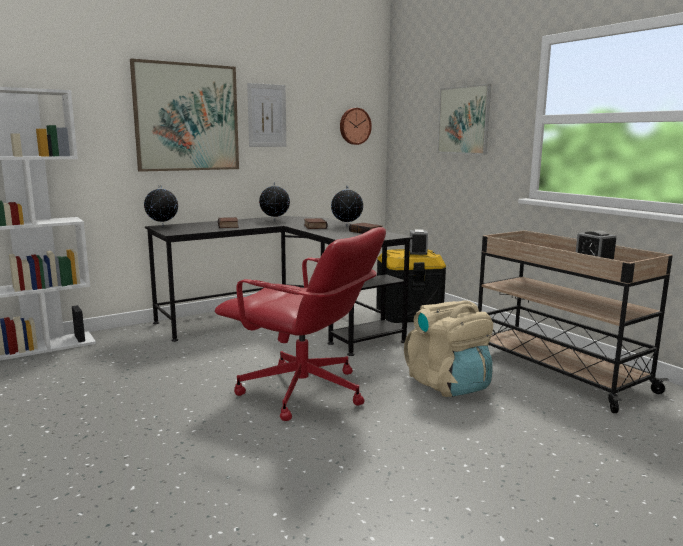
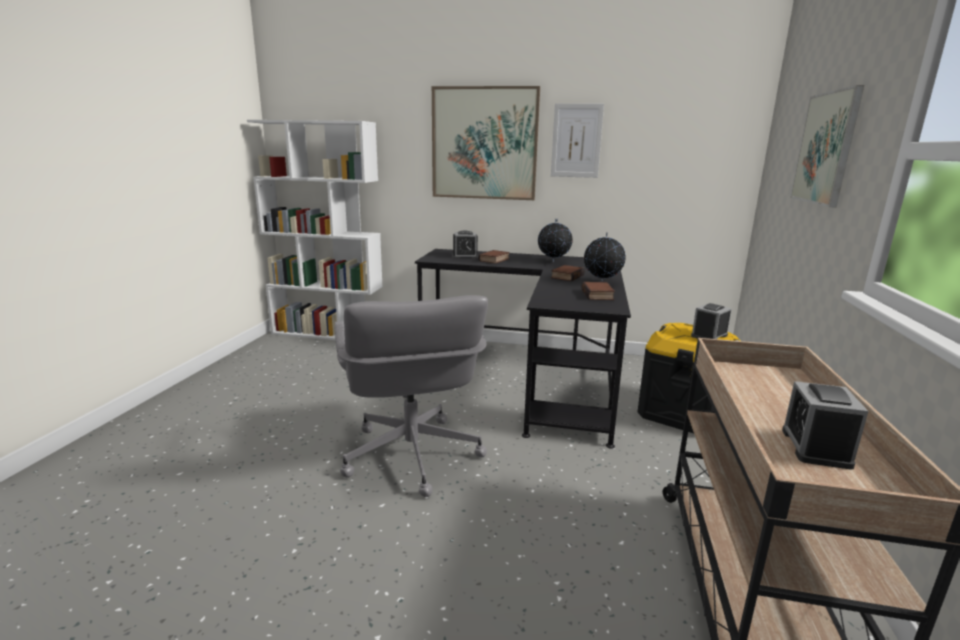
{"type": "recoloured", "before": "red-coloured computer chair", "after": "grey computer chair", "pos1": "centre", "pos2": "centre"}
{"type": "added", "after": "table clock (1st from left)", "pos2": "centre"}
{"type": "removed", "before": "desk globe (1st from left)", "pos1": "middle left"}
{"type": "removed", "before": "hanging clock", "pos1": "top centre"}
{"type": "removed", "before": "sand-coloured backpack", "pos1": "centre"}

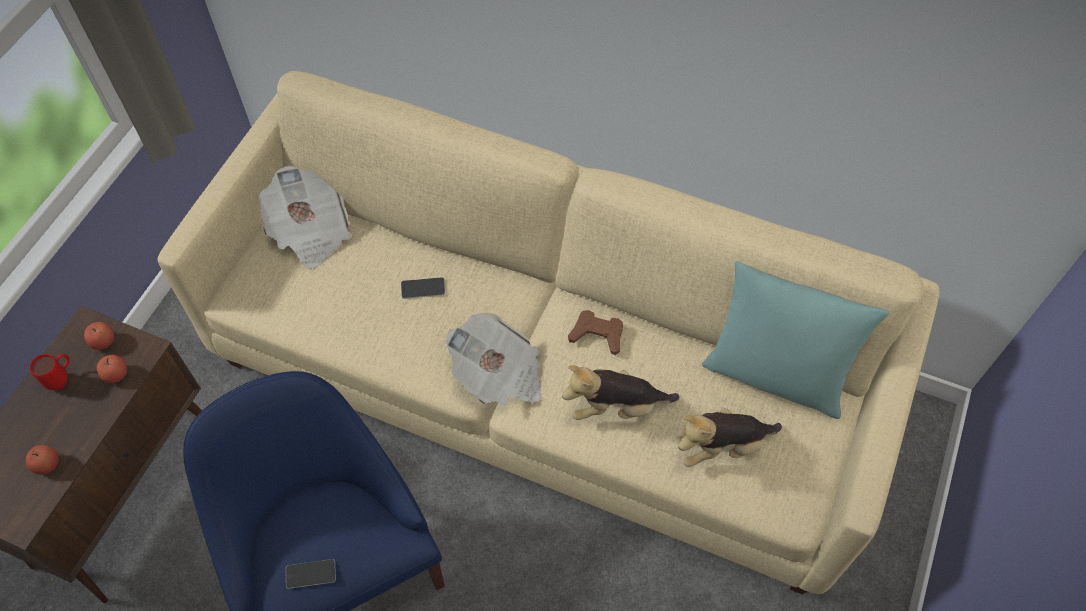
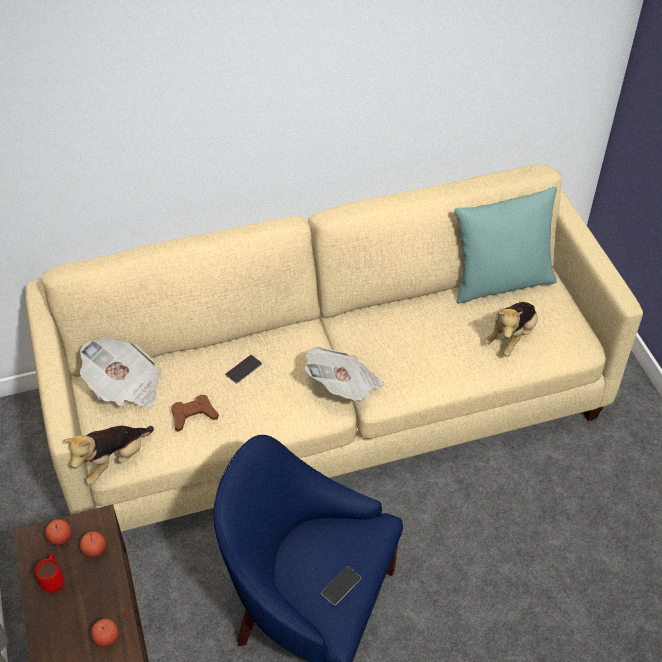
{"type": "moved", "before": "cuddly toy (1st from left)", "pos1": "centre", "pos2": "bottom left"}
{"type": "moved", "before": "brown gamepad", "pos1": "centre", "pos2": "middle left"}

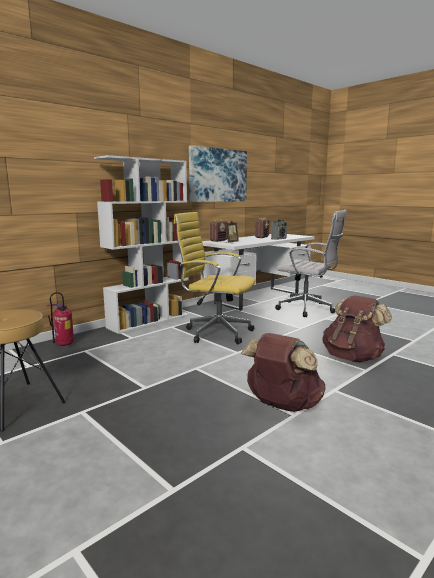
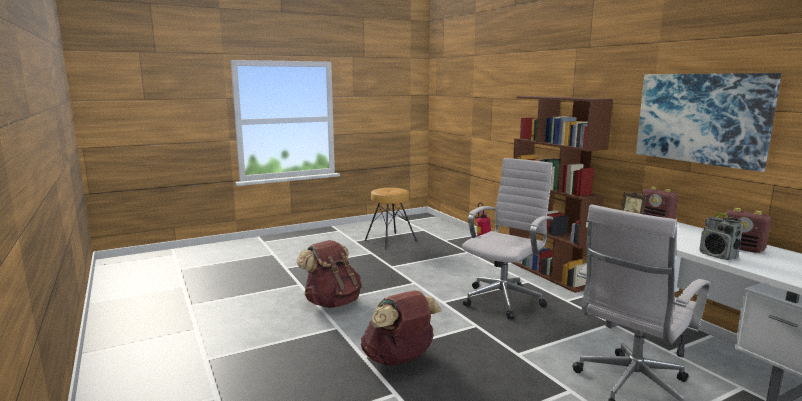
{"type": "recoloured", "before": "yellowish computer chair", "after": "white-coloured computer chair (1st from left)", "pos1": "centre", "pos2": "centre"}
{"type": "recoloured", "before": "white-coloured shelving unit", "after": "brown shelving unit", "pos1": "middle left", "pos2": "middle right"}

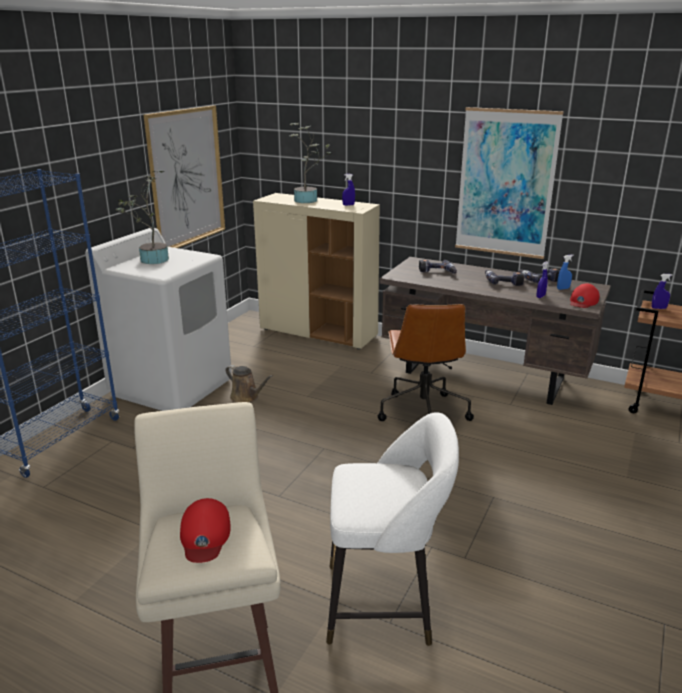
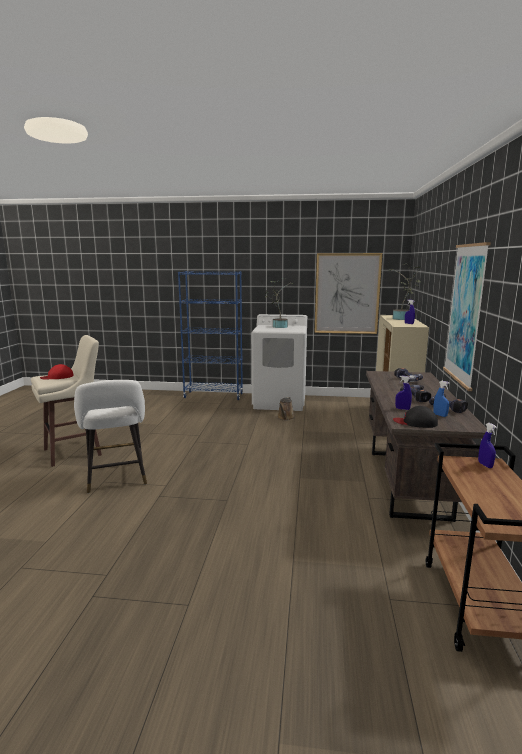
{"type": "recoloured", "before": "red-coloured cap (2nd from left)", "after": "black-coloured cap", "pos1": "middle right", "pos2": "middle right"}
{"type": "removed", "before": "brown computer chair", "pos1": "centre"}

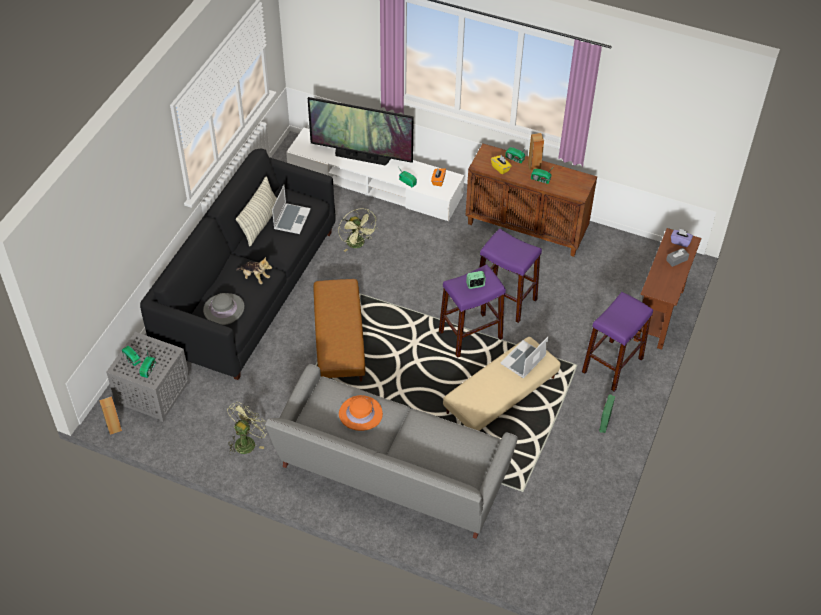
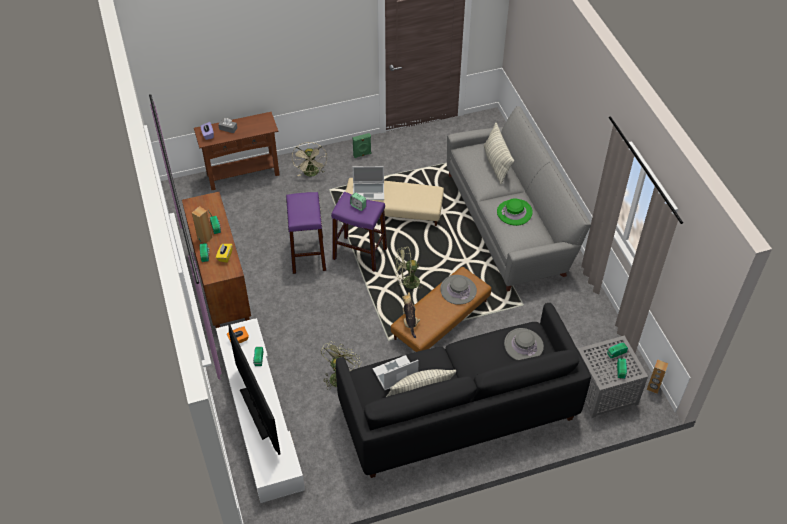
{"type": "replaced", "before": "purple-coloured stool seat (3rd from left)", "after": "sand-coloured electric fan", "pos1": "middle right", "pos2": "top centre"}
{"type": "moved", "before": "greenish electric fan (1st from left in the first image)", "after": "greenish electric fan (2nd from left)", "pos1": "bottom left", "pos2": "centre"}
{"type": "moved", "before": "cuddly toy", "pos1": "middle left", "pos2": "centre"}
{"type": "added", "after": "grey clothing hat (1st from left)", "pos2": "centre"}
{"type": "added", "after": "cushion (2nd from left)", "pos2": "top centre"}
{"type": "recoloured", "before": "orange clothing hat", "after": "greenish clothing hat", "pos1": "bottom centre", "pos2": "centre"}

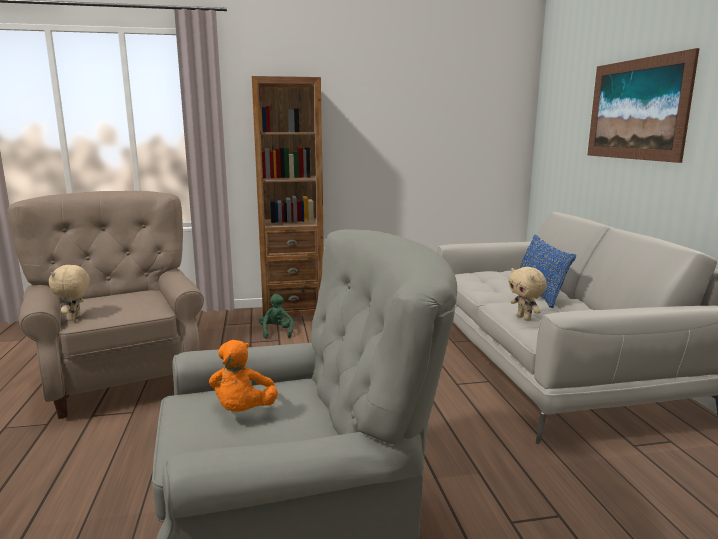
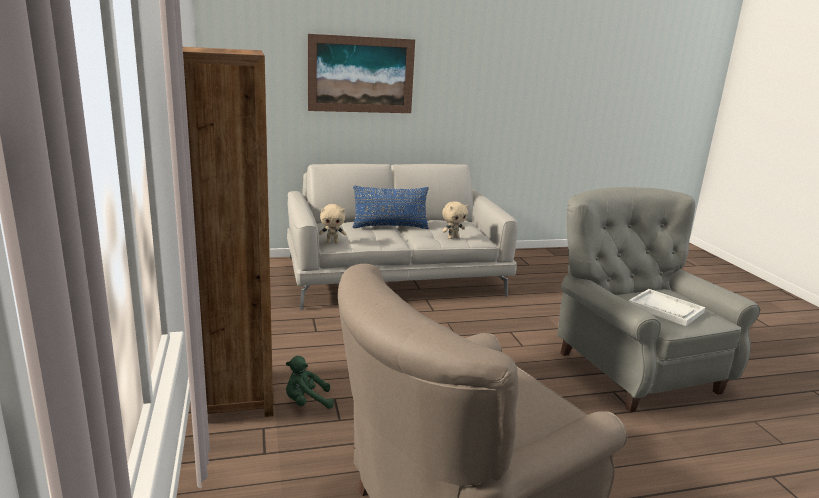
{"type": "moved", "before": "sand-coloured cuddly toy (1st from left)", "pos1": "middle left", "pos2": "centre"}
{"type": "replaced", "before": "orange cuddly toy", "after": "white-coloured tray", "pos1": "bottom centre", "pos2": "middle right"}

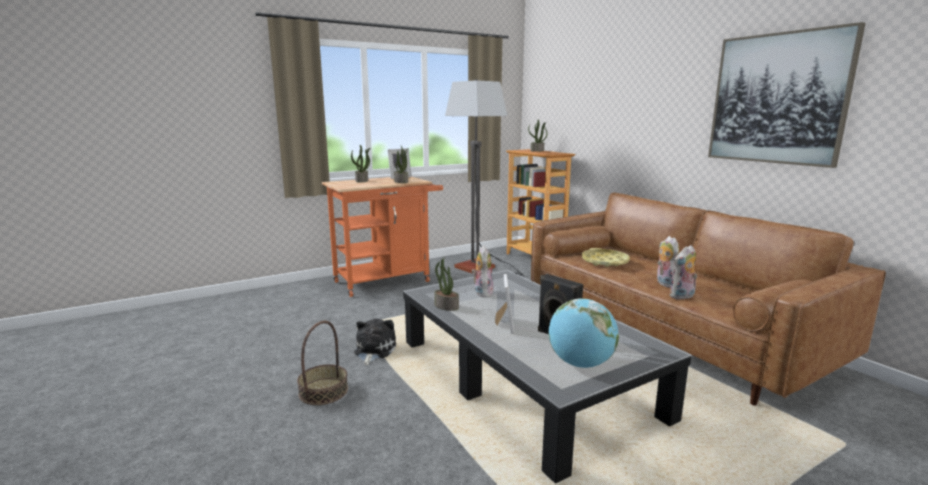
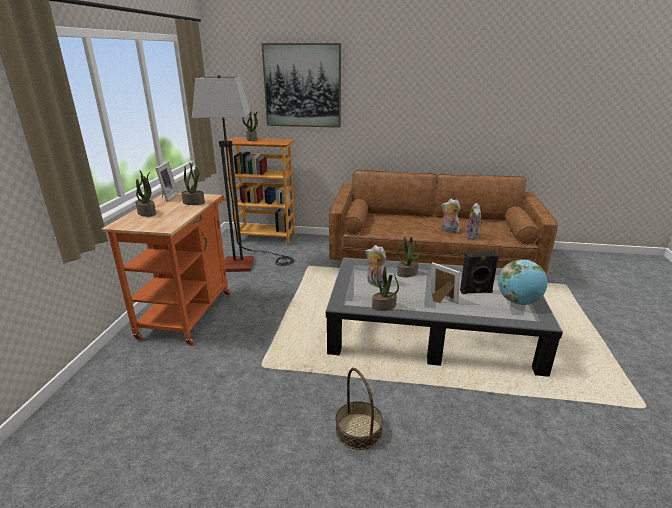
{"type": "moved", "before": "wall art", "pos1": "top right", "pos2": "top centre"}
{"type": "added", "after": "potted plant (5th from left)", "pos2": "centre"}
{"type": "removed", "before": "cuddly toy (1st from left)", "pos1": "bottom centre"}
{"type": "removed", "before": "yellowish tray", "pos1": "centre"}

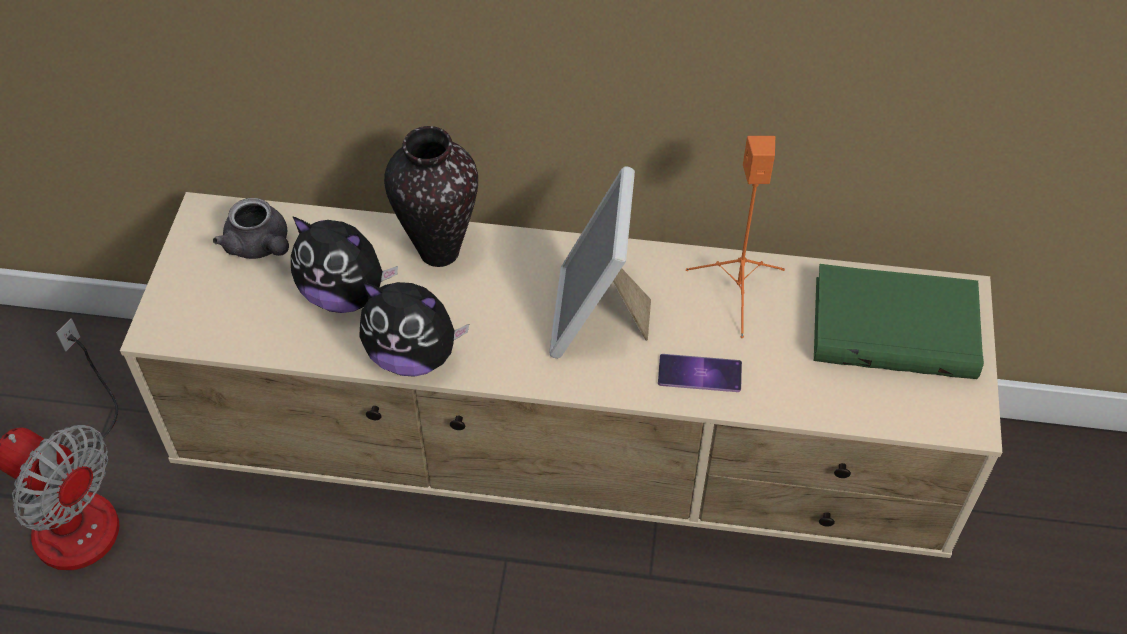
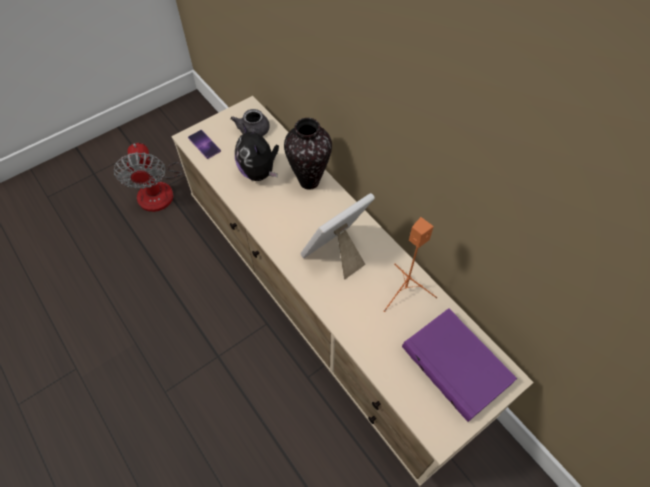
{"type": "moved", "before": "phone", "pos1": "centre", "pos2": "top left"}
{"type": "recoloured", "before": "greenish volume", "after": "purple-coloured volume", "pos1": "middle right", "pos2": "bottom right"}
{"type": "removed", "before": "cuddly toy (2nd from left)", "pos1": "centre"}

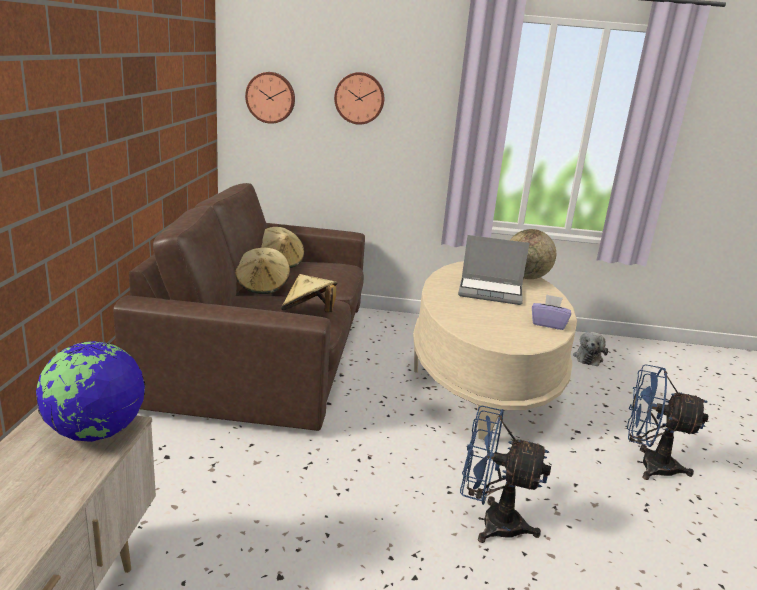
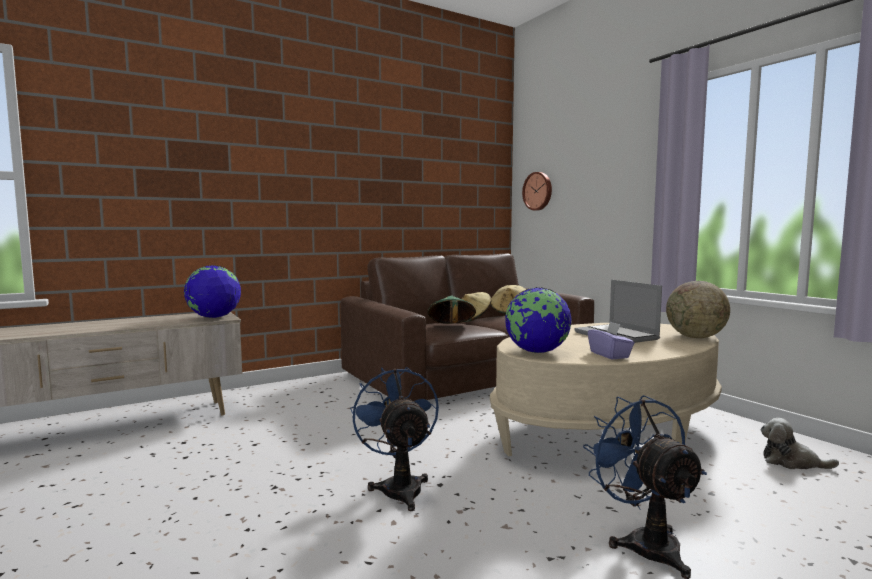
{"type": "recoloured", "before": "sand-coloured clothing hat (3rd from left)", "after": "greenish clothing hat", "pos1": "centre", "pos2": "centre"}
{"type": "added", "after": "desk globe (2nd from left)", "pos2": "centre"}
{"type": "turned", "before": "cuddly toy", "pos1": "middle right", "pos2": "bottom right", "turn": 45}
{"type": "removed", "before": "hanging clock (2nd from left)", "pos1": "top centre"}

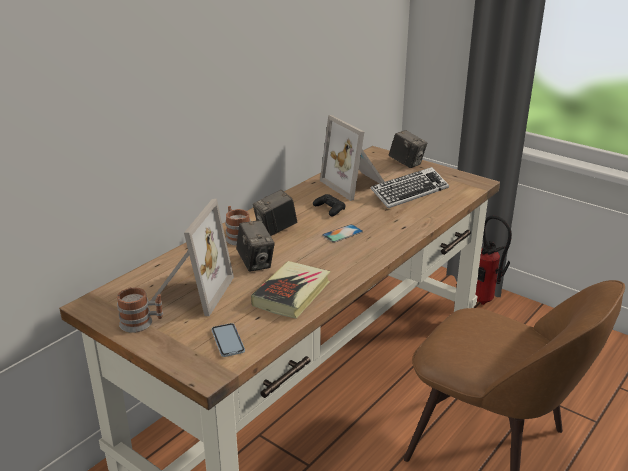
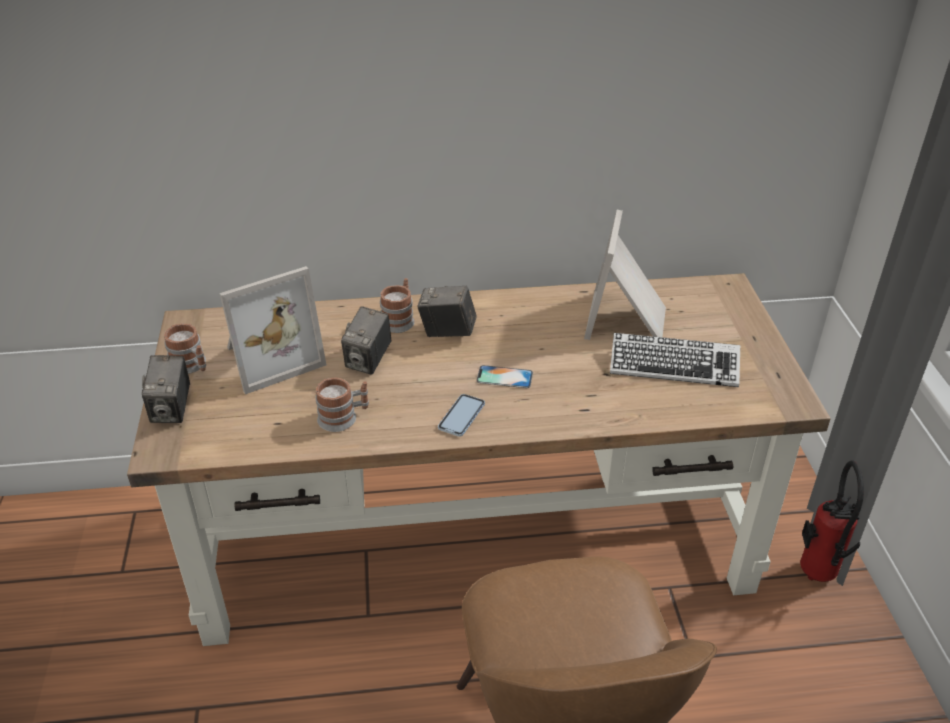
{"type": "moved", "before": "still camera (3rd from left in the first image)", "after": "still camera (1st from left)", "pos1": "top centre", "pos2": "middle left"}
{"type": "replaced", "before": "volume", "after": "tea mug (2nd from left)", "pos1": "centre", "pos2": "centre"}
{"type": "moved", "before": "phone (1st from left)", "pos1": "bottom centre", "pos2": "centre"}
{"type": "removed", "before": "black-coloured gamepad", "pos1": "centre"}

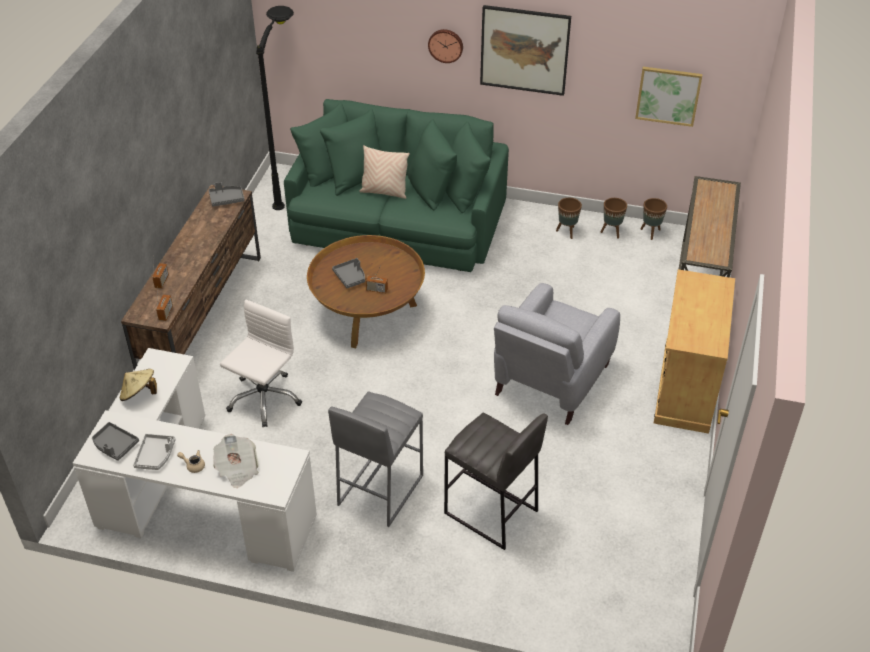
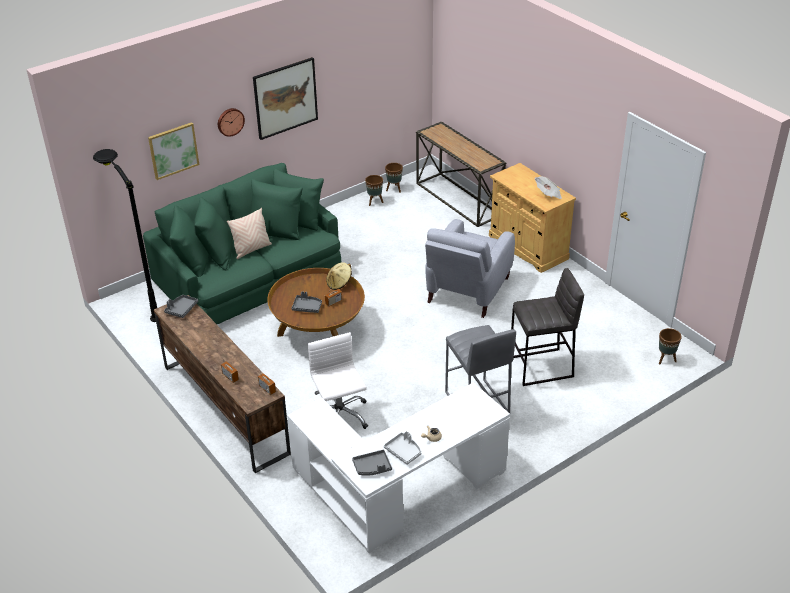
{"type": "moved", "before": "wall art (2nd from left in the first image)", "after": "wall art (1st from left)", "pos1": "top right", "pos2": "top left"}
{"type": "moved", "before": "sand-coloured clothing hat", "pos1": "middle left", "pos2": "centre"}
{"type": "turned", "before": "grey armchair", "pos1": "centre", "pos2": "centre", "turn": 45}
{"type": "moved", "before": "newspaper", "pos1": "bottom left", "pos2": "top right"}
{"type": "moved", "before": "brown flower pot (1st from left in the first image)", "after": "brown flower pot (3rd from left)", "pos1": "centre", "pos2": "middle right"}

